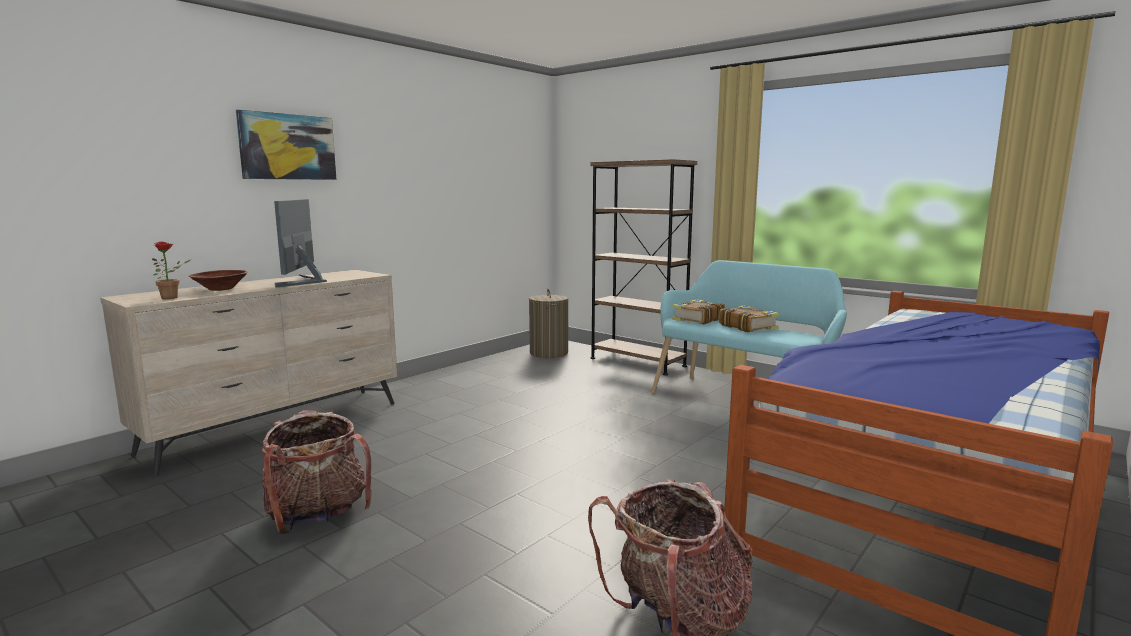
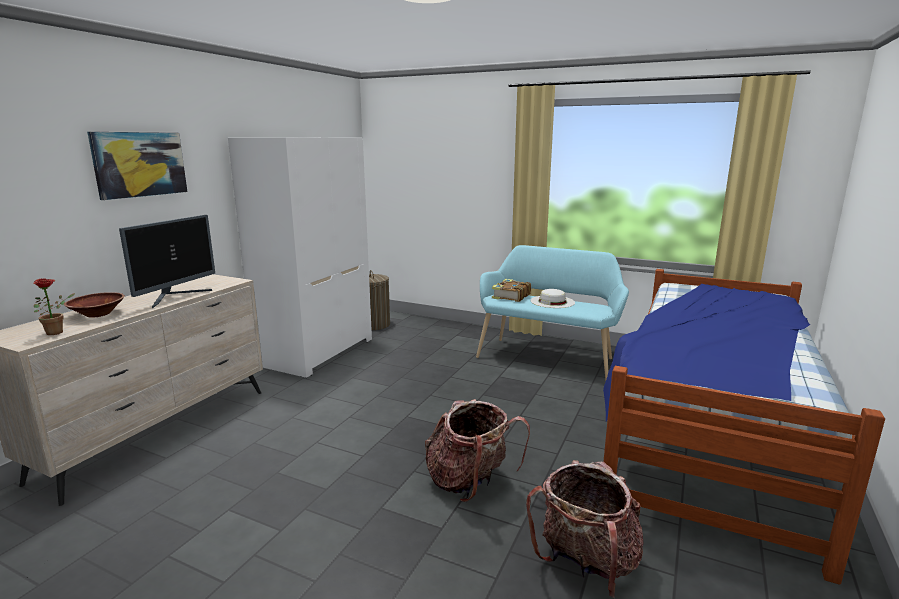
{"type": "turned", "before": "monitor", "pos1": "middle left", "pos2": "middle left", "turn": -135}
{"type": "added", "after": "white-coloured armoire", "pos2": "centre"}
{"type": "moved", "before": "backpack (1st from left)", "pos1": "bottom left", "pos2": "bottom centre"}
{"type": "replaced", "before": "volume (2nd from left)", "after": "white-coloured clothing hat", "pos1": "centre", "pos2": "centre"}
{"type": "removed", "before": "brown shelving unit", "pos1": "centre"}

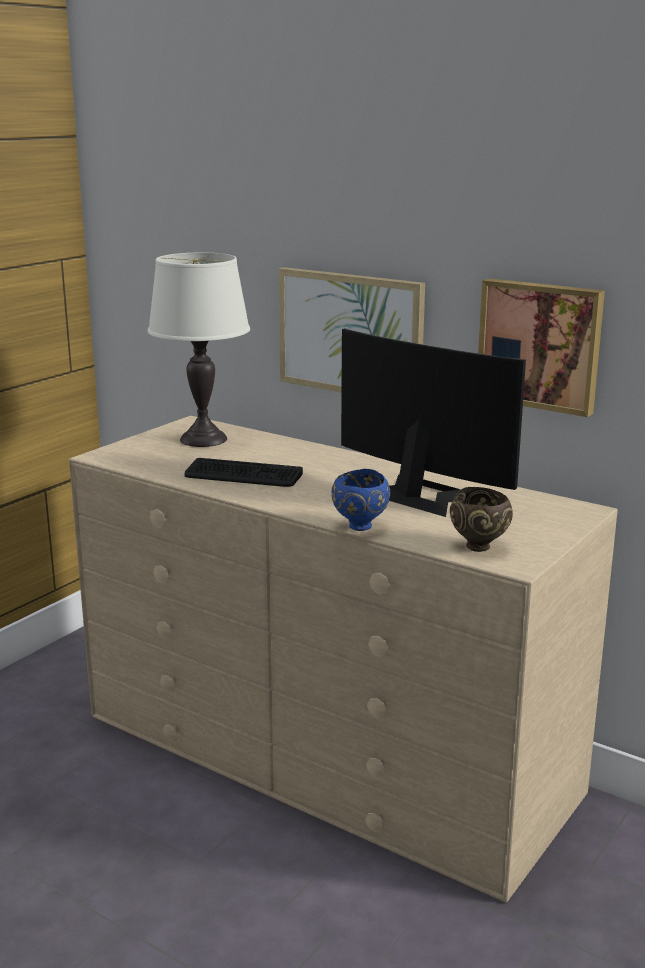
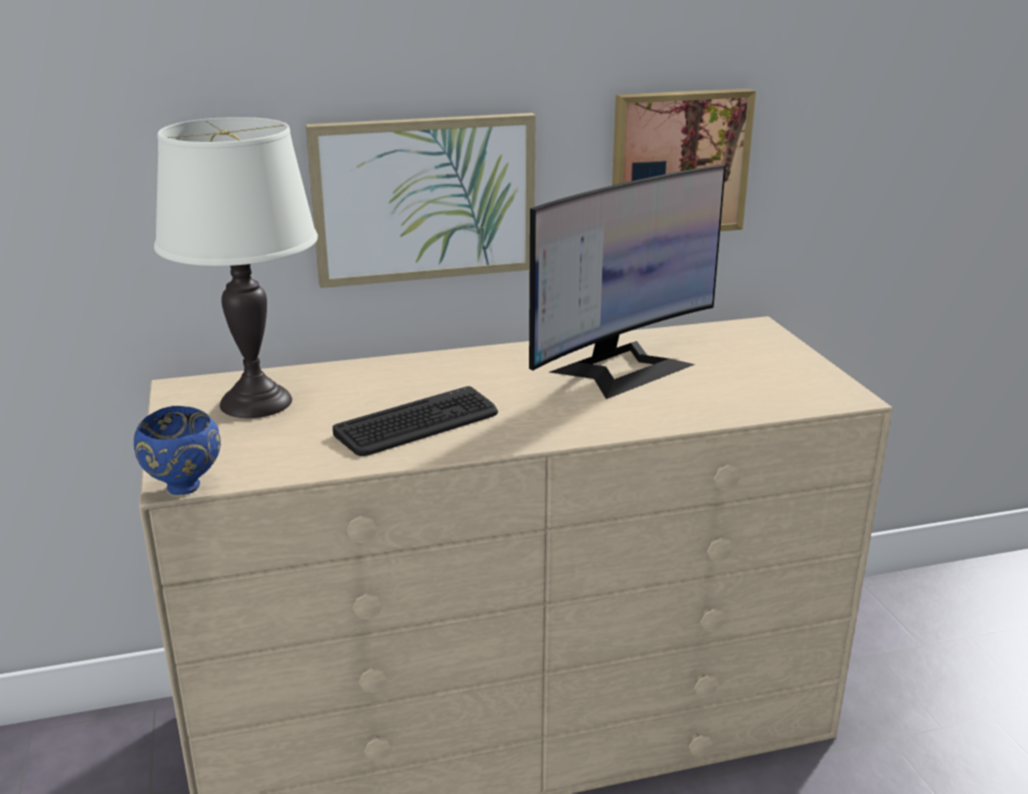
{"type": "moved", "before": "blue deep dish", "pos1": "centre", "pos2": "middle left"}
{"type": "turned", "before": "monitor", "pos1": "middle right", "pos2": "centre", "turn": 150}
{"type": "removed", "before": "brown deep dish", "pos1": "middle right"}

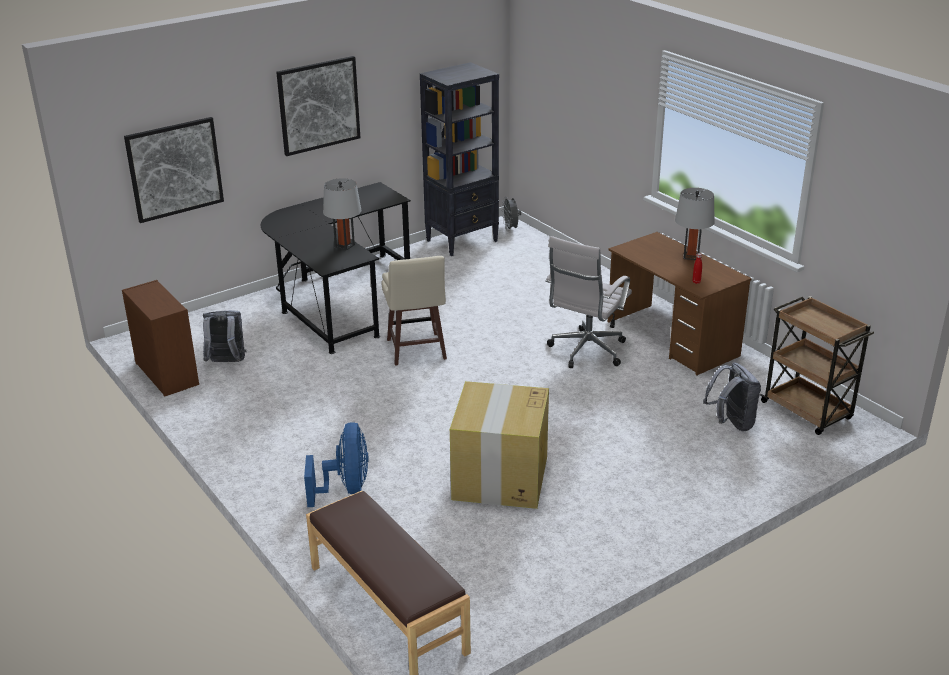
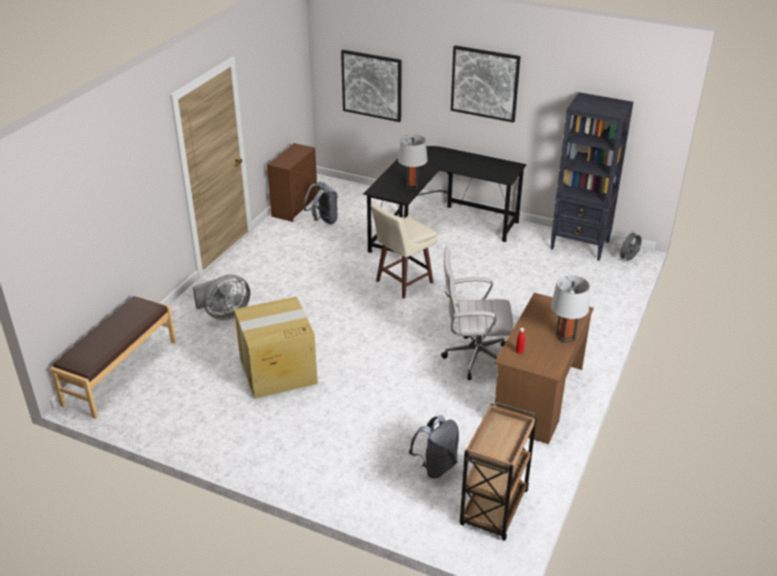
{"type": "recoloured", "before": "blue electric fan", "after": "grey electric fan (1st from left)", "pos1": "bottom centre", "pos2": "middle left"}

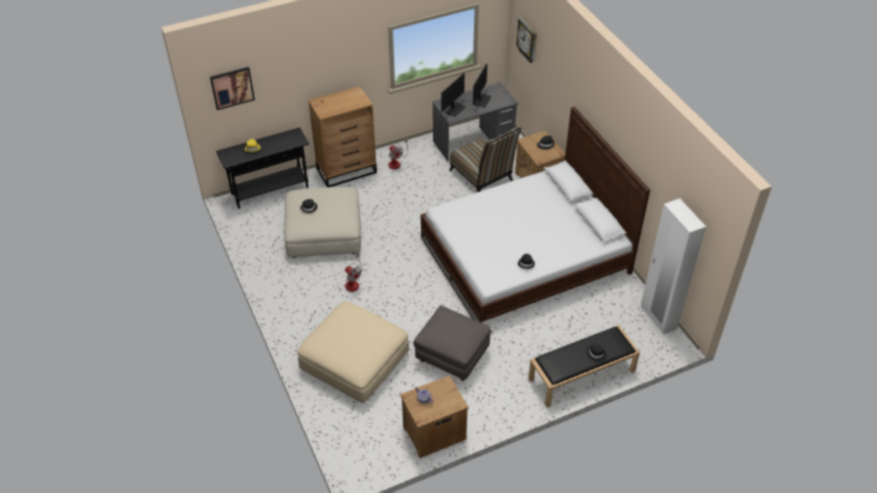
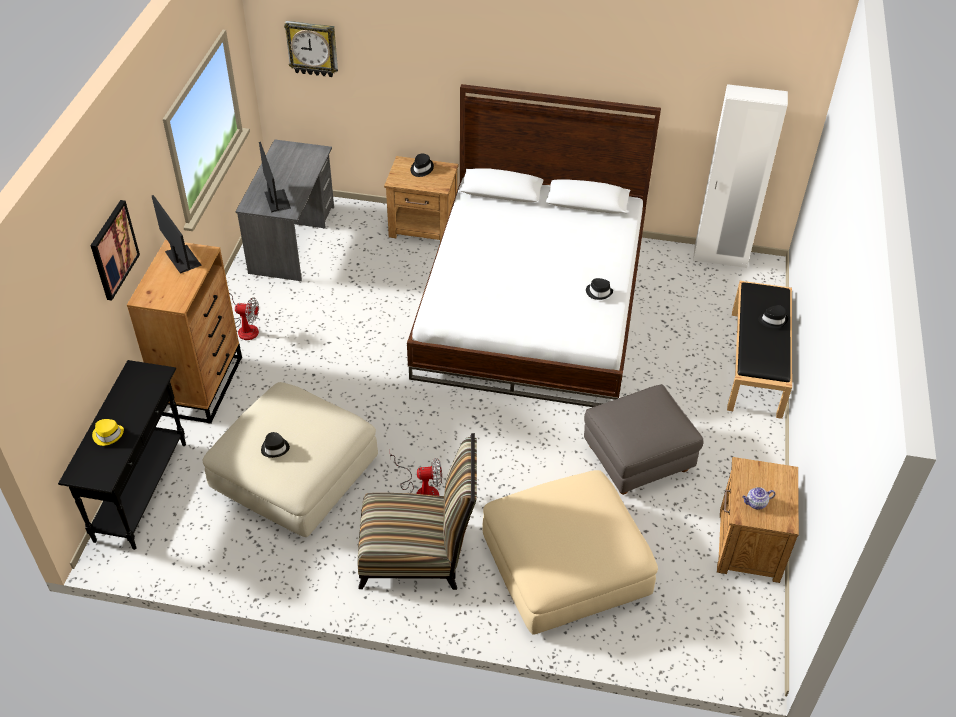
{"type": "moved", "before": "wall art", "pos1": "top left", "pos2": "middle left"}
{"type": "moved", "before": "monitor (2nd from left in the first image)", "after": "monitor (1st from left)", "pos1": "top centre", "pos2": "top left"}
{"type": "moved", "before": "upright chair", "pos1": "top centre", "pos2": "bottom centre"}

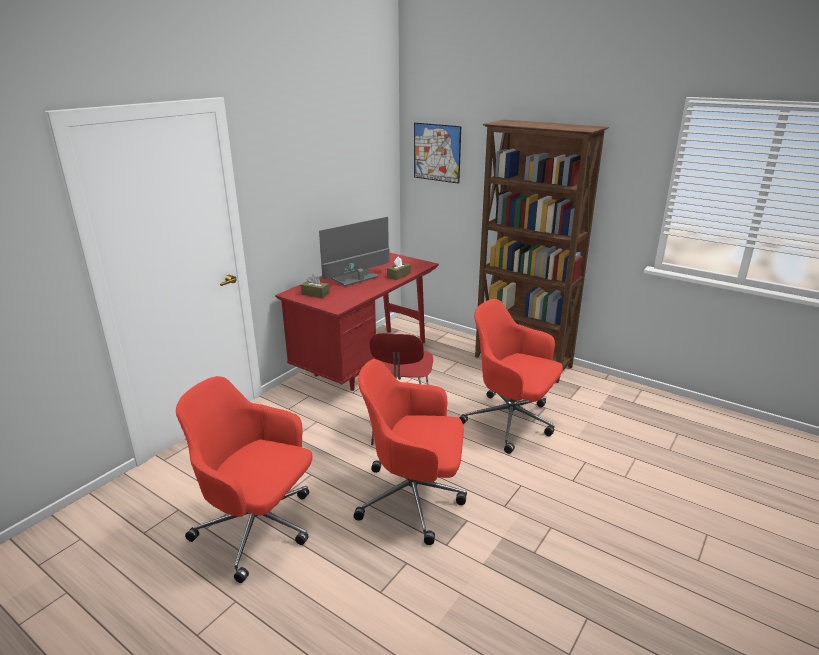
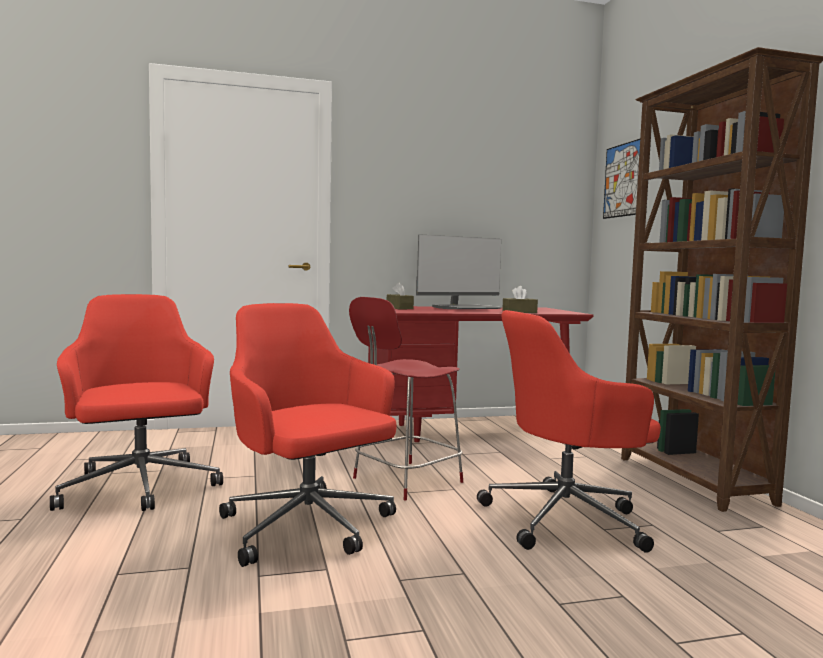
{"type": "turned", "before": "monitor", "pos1": "centre", "pos2": "centre", "turn": 150}
{"type": "turned", "before": "red-coloured computer chair (3rd from left)", "pos1": "centre", "pos2": "middle right", "turn": -90}

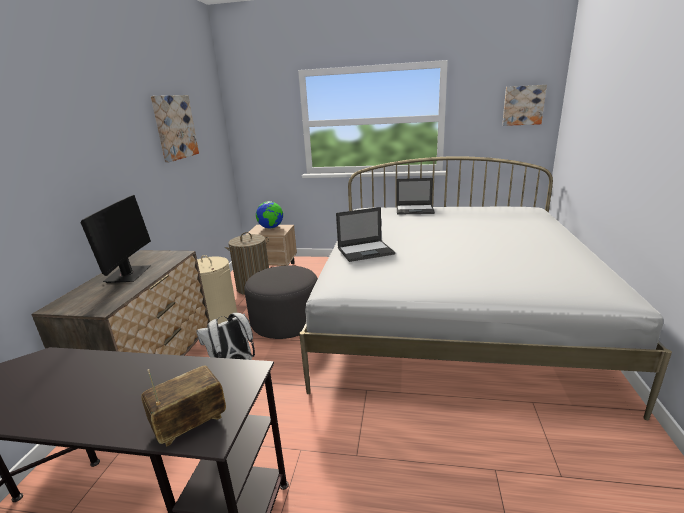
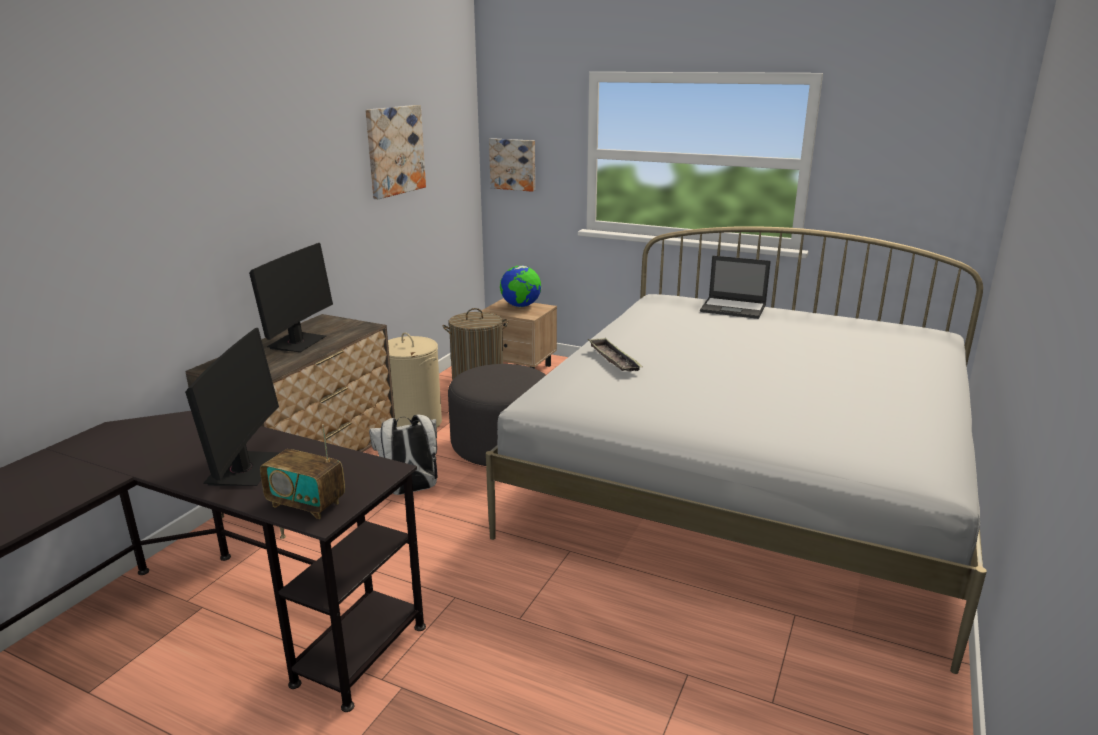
{"type": "added", "after": "monitor (1st from left)", "pos2": "middle left"}
{"type": "turned", "before": "radio set", "pos1": "bottom left", "pos2": "middle left", "turn": -135}
{"type": "moved", "before": "wall art (2nd from left)", "pos1": "top right", "pos2": "top centre"}
{"type": "replaced", "before": "notebook computer (1st from left)", "after": "tray", "pos1": "centre", "pos2": "centre"}

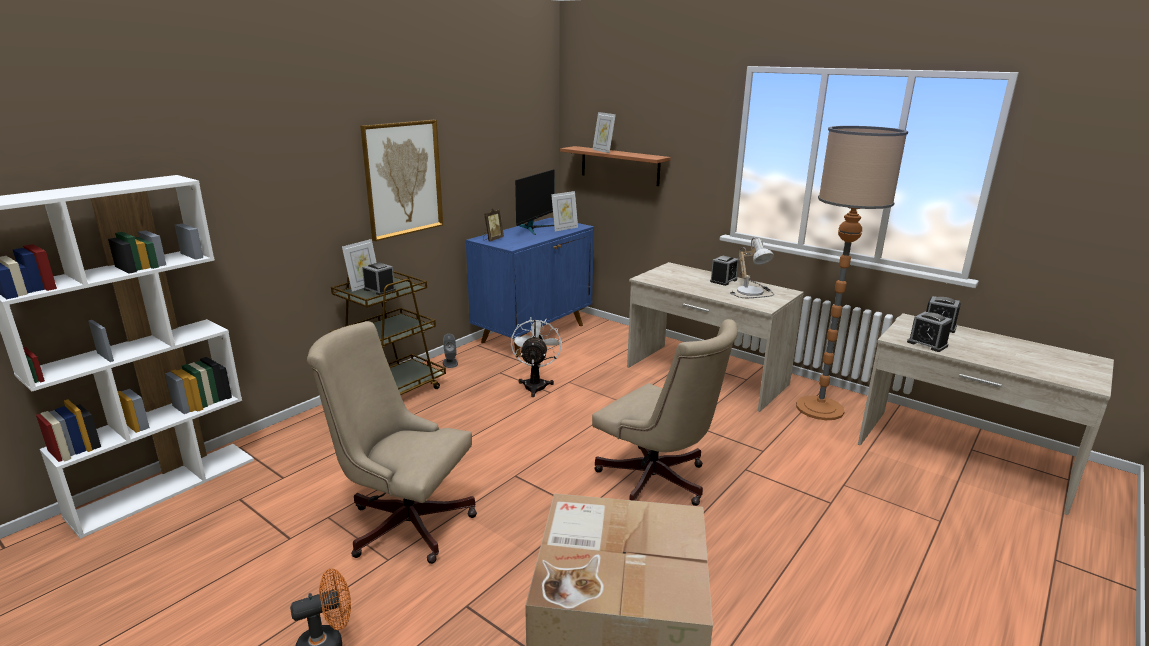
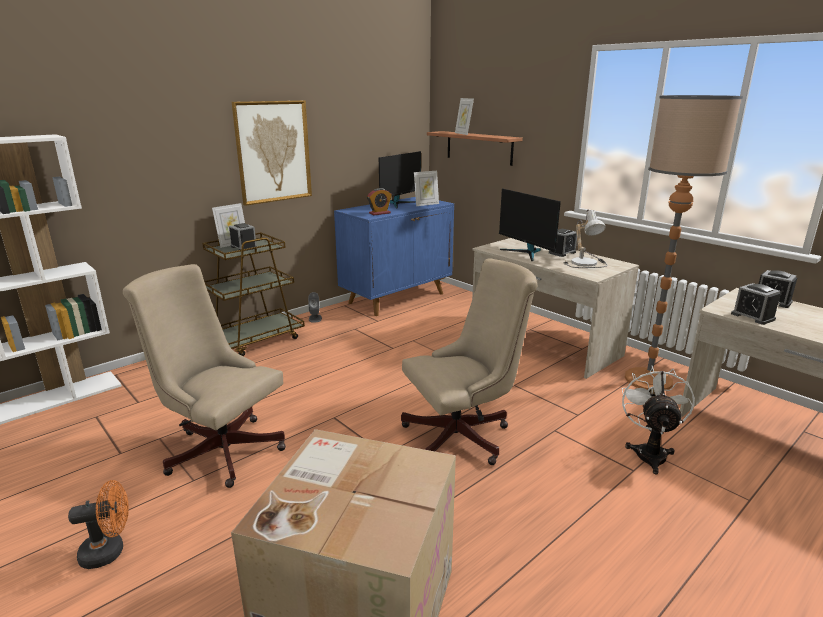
{"type": "added", "after": "table clock (2nd from left)", "pos2": "top centre"}
{"type": "turned", "before": "sand-coloured computer chair (2nd from left)", "pos1": "centre", "pos2": "centre", "turn": -75}
{"type": "added", "after": "monitor (2nd from left)", "pos2": "centre"}
{"type": "moved", "before": "white-coloured electric fan", "pos1": "centre", "pos2": "bottom right"}
{"type": "removed", "before": "standing frame (2nd from left)", "pos1": "centre"}

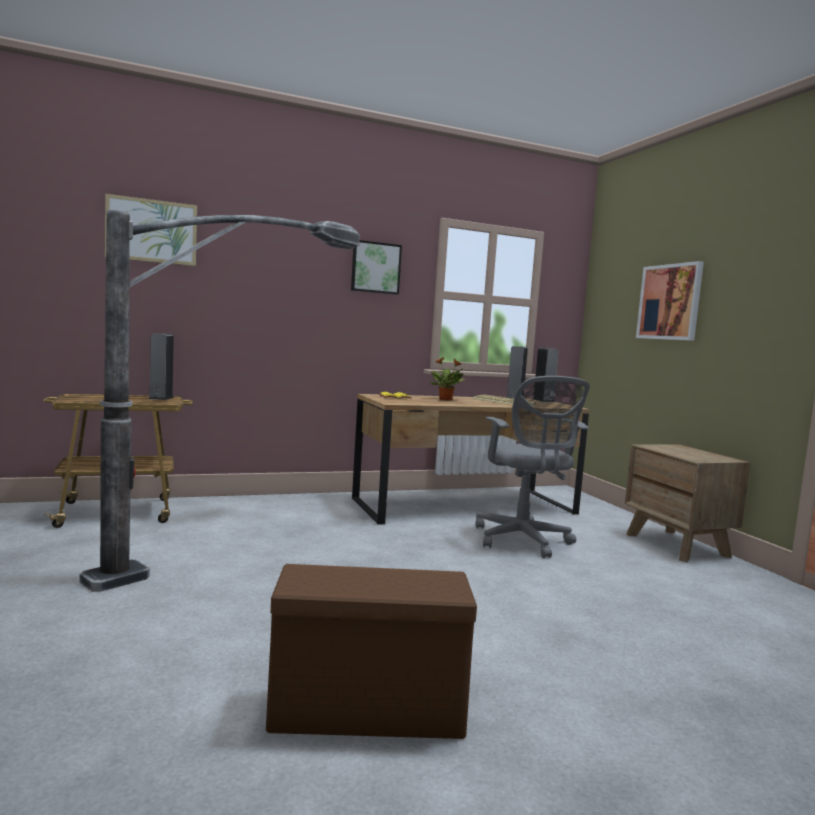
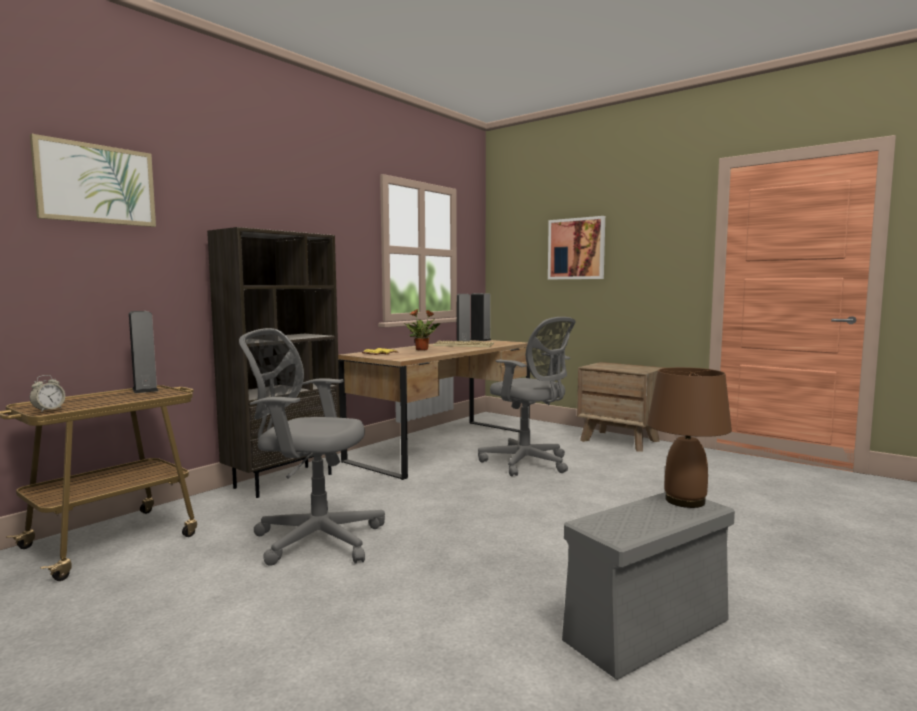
{"type": "added", "after": "table clock", "pos2": "middle left"}
{"type": "added", "after": "brown shelving unit", "pos2": "middle left"}
{"type": "replaced", "before": "standing lamp", "after": "grey computer chair (1st from left)", "pos1": "middle left", "pos2": "centre"}
{"type": "recoloured", "before": "brown storage bin", "after": "grey storage bin", "pos1": "bottom centre", "pos2": "bottom right"}
{"type": "added", "after": "brown tabletop lamp", "pos2": "middle right"}
{"type": "removed", "before": "wall art (2nd from left)", "pos1": "top centre"}

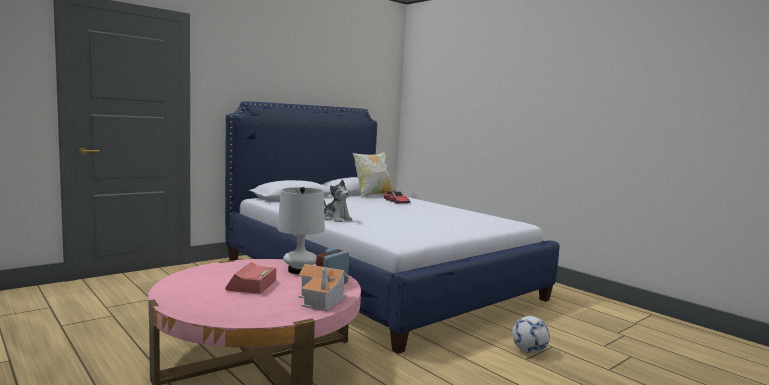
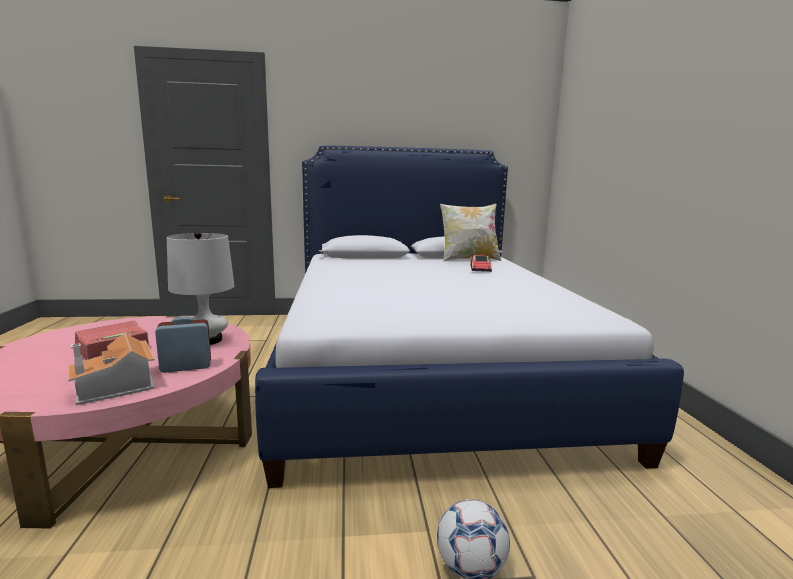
{"type": "removed", "before": "cuddly toy", "pos1": "centre"}

